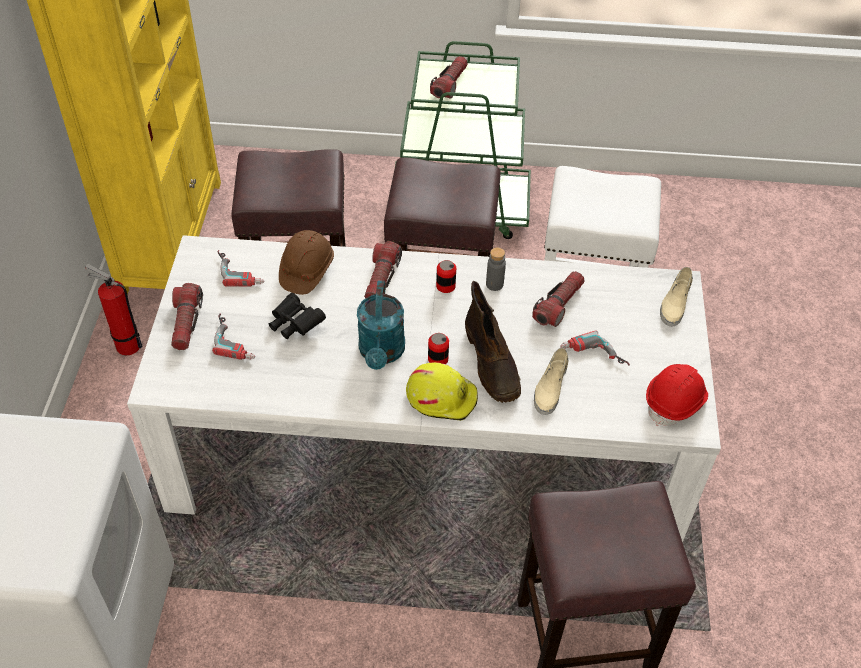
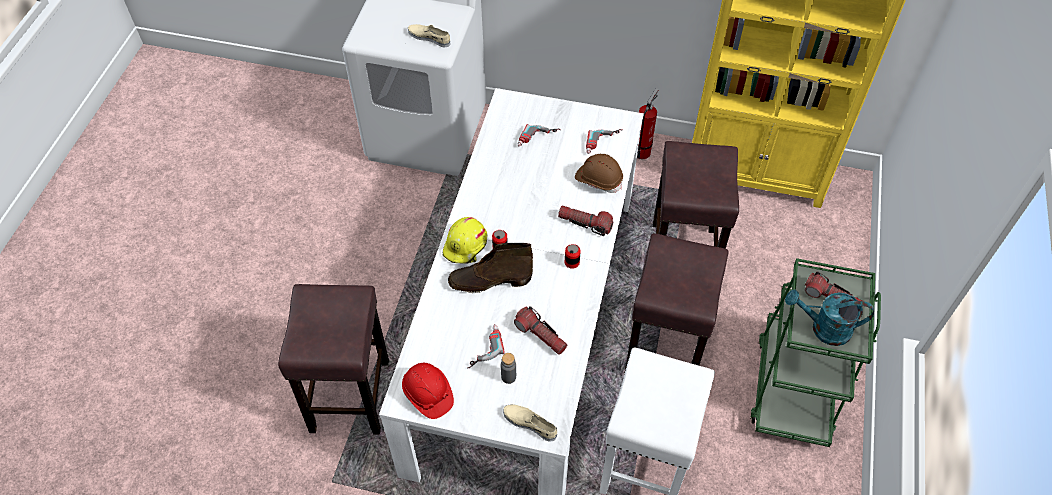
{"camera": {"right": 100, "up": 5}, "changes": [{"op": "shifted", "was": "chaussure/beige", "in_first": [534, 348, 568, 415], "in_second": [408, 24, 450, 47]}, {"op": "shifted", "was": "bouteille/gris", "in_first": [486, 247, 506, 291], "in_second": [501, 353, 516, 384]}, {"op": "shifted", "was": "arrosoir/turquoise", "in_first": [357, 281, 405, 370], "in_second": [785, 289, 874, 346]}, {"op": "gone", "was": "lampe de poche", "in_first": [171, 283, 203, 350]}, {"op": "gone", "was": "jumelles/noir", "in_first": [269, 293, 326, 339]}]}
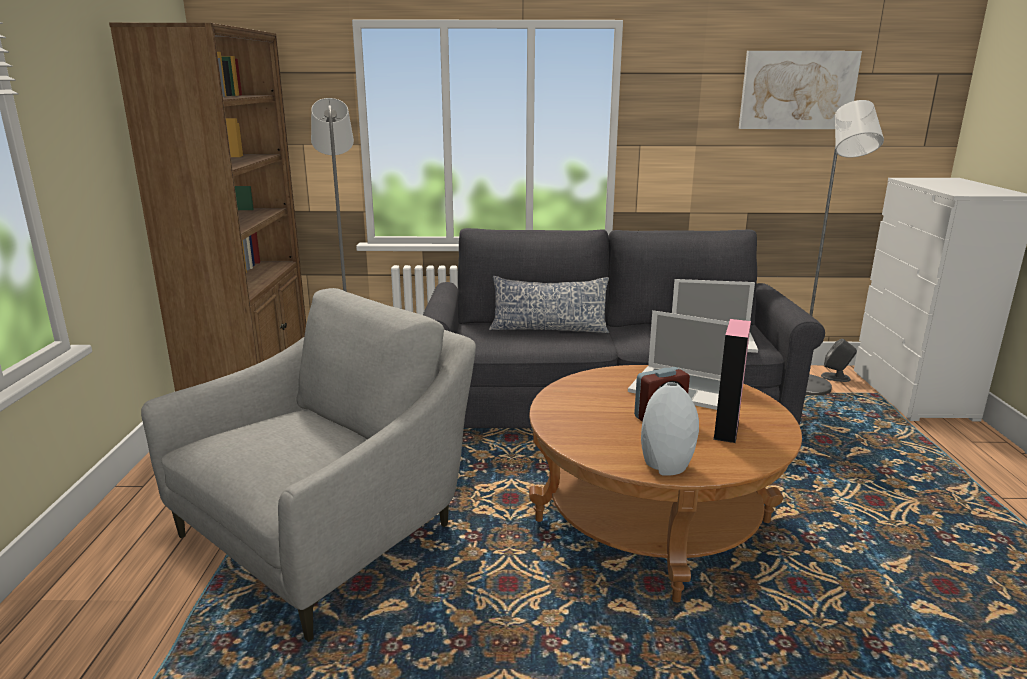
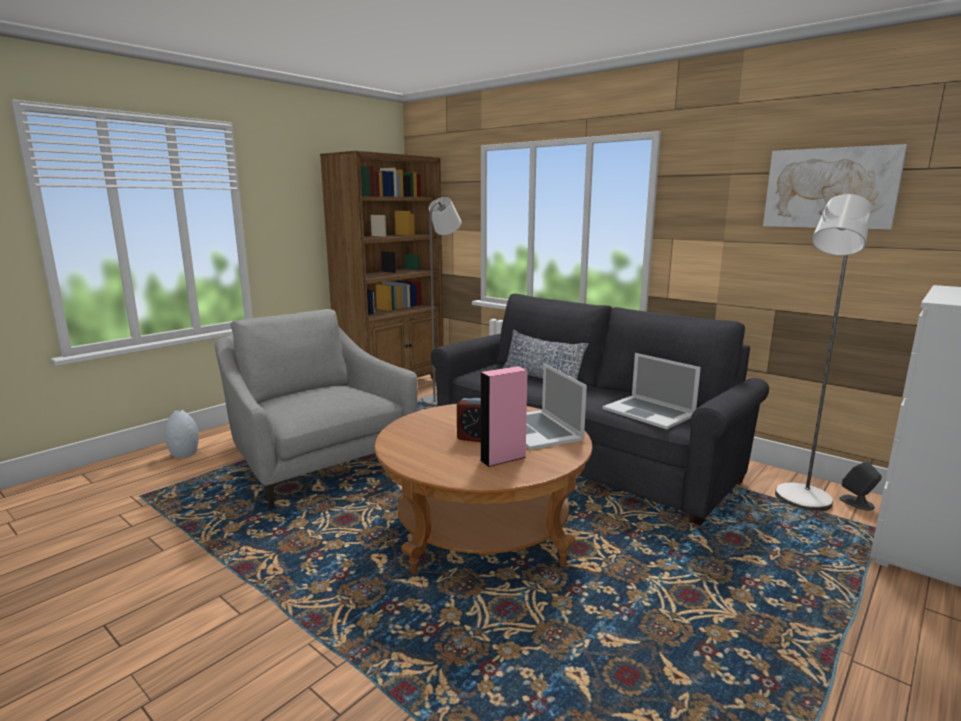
{"camera": {"right": 40, "up": -5}, "changes": [{"op": "shifted", "was": "vase/gris", "in_first": [641, 382, 699, 476], "in_second": [165, 410, 199, 458]}, {"op": "rotated", "was": "fauteuil/gris", "in_first": [141, 288, 476, 642], "in_second": [215, 309, 418, 509], "clockwise": -120}]}
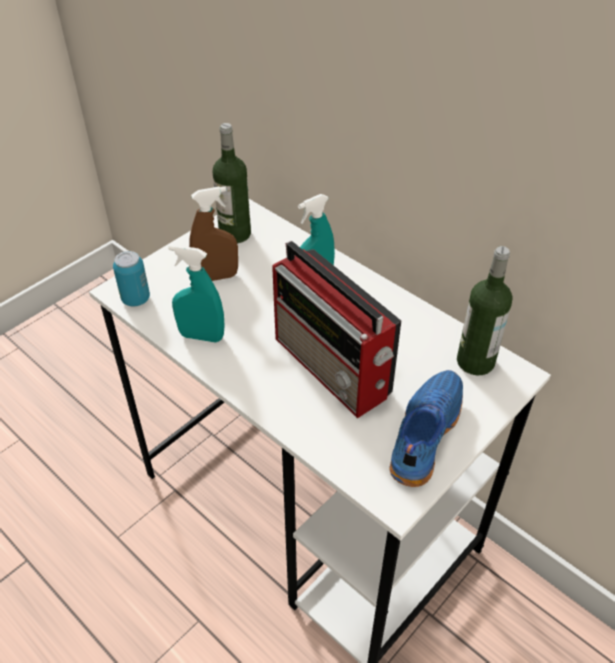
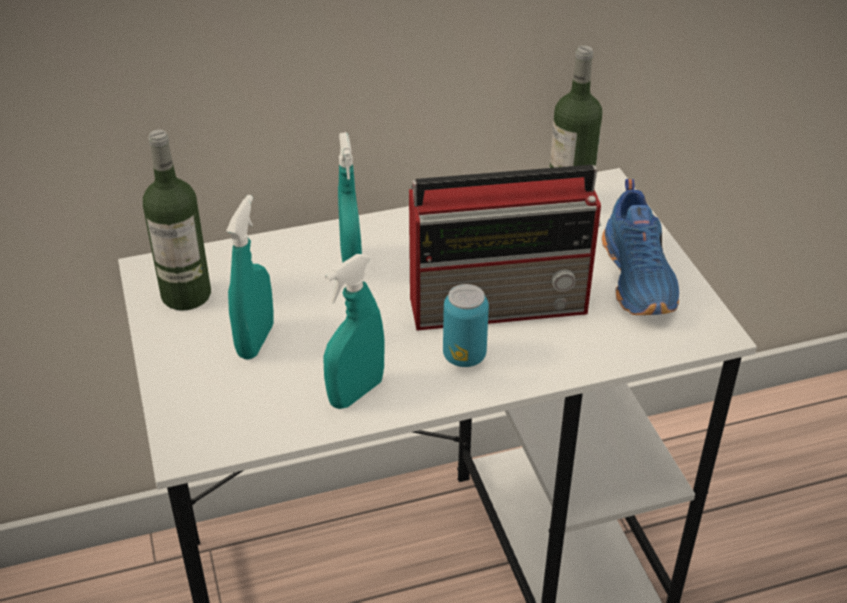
{"camera": {"right": -60, "up": -5}, "changes": [{"op": "repainted", "was": "vaporisateur/marron", "now": "vaporisateur/turquoise", "in_first": [189, 186, 238, 281], "in_second": [226, 195, 274, 360]}, {"op": "shifted", "was": "boîte métallique", "in_first": [113, 251, 150, 306], "in_second": [443, 284, 489, 367]}, {"op": "rotated", "was": "chaussure/bleu", "in_first": [389, 370, 463, 487], "in_second": [602, 179, 679, 315], "clockwise": -150}]}
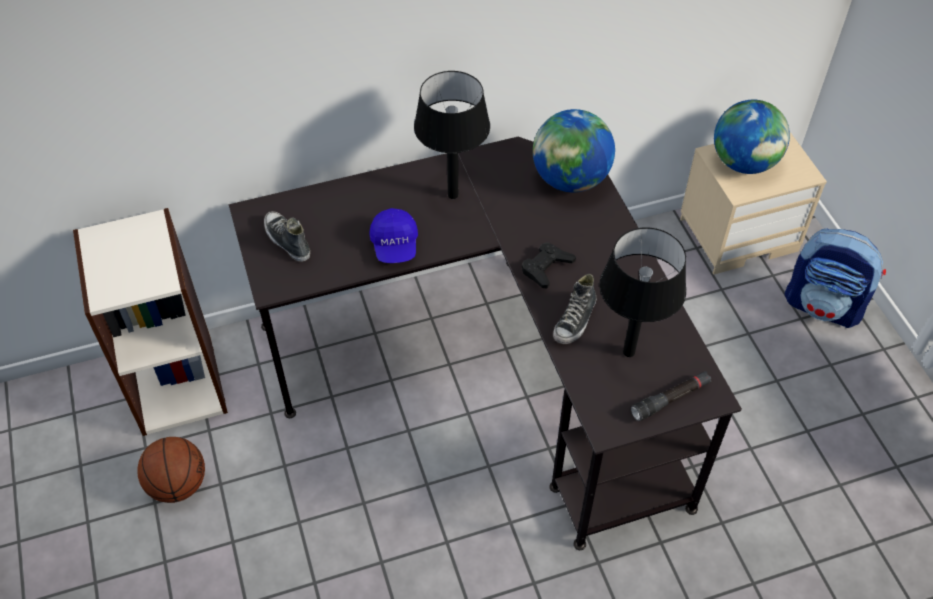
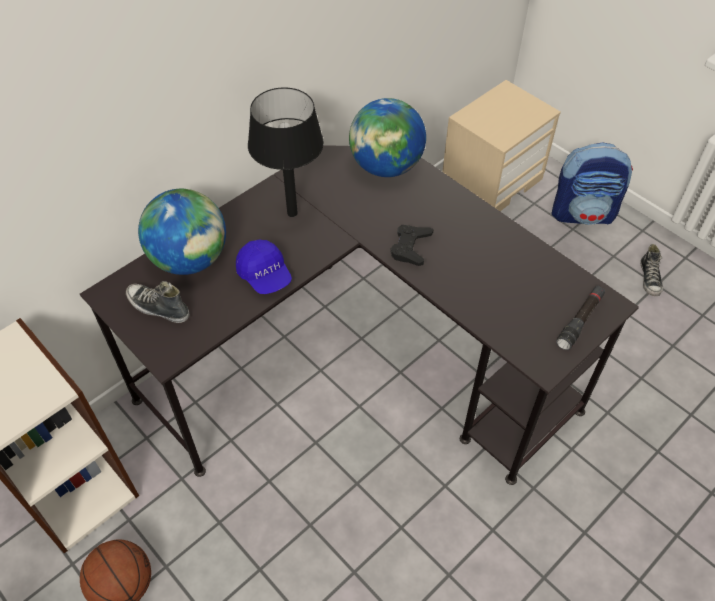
{"camera": {"right": -25, "up": 0}, "changes": [{"op": "shifted", "was": "globe", "in_first": [714, 100, 790, 174], "in_second": [138, 189, 226, 275]}, {"op": "shifted", "was": "chaussure", "in_first": [553, 274, 596, 344], "in_second": [640, 244, 663, 296]}, {"op": "gone", "was": "lampe de table/noir", "in_first": [599, 227, 686, 357]}]}
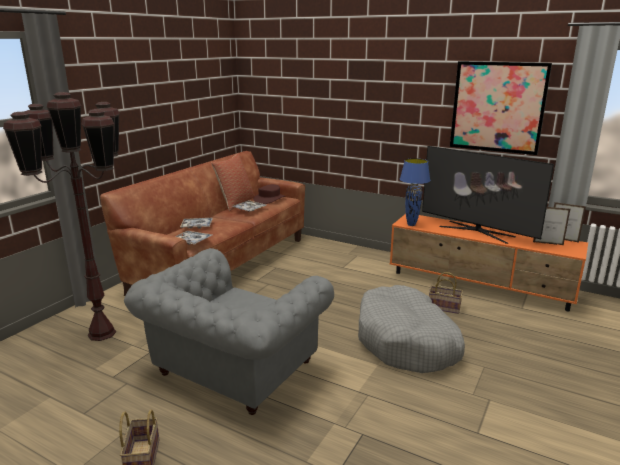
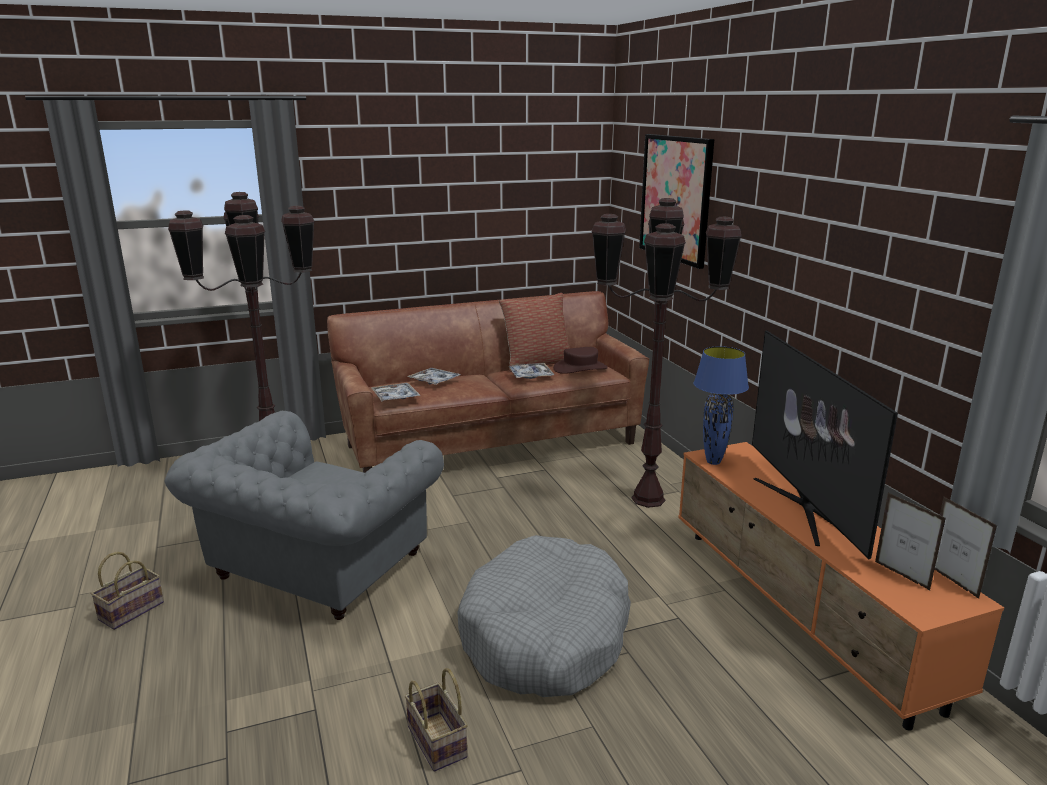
{"camera": {"right": 40, "up": 0}, "changes": [{"op": "rotated", "was": "fauteuil/gris", "in_first": [124, 248, 334, 415], "in_second": [164, 411, 444, 620], "clockwise": -45}, {"op": "shifted", "was": "panier", "in_first": [429, 272, 463, 314], "in_second": [405, 668, 468, 771]}, {"op": "new", "now": "lampadaire/marron", "in_second": [592, 198, 741, 508]}, {"op": "shifted", "was": "tableau", "in_first": [450, 61, 552, 155], "in_second": [639, 134, 714, 269]}]}
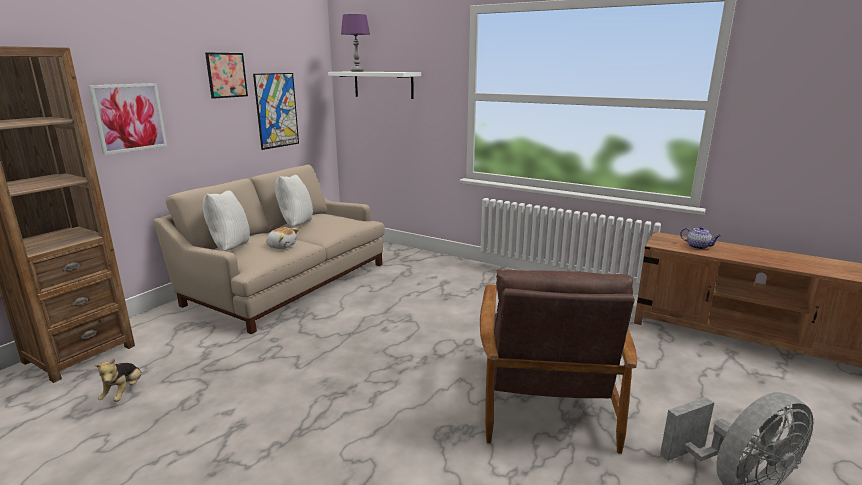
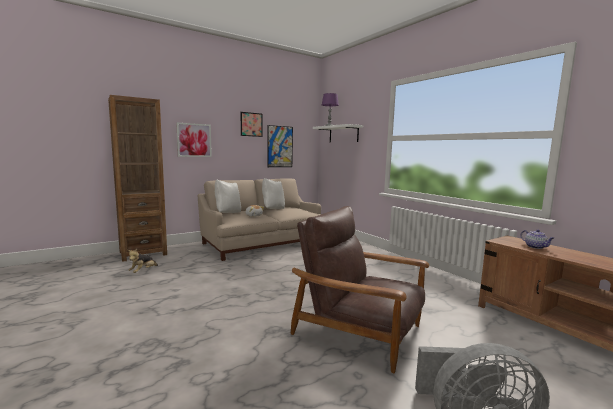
{"camera": {"right": 25, "up": -10}, "changes": [{"op": "rotated", "was": "fauteuil/marron", "in_first": [480, 270, 637, 454], "in_second": [291, 206, 429, 373], "clockwise": 90}]}
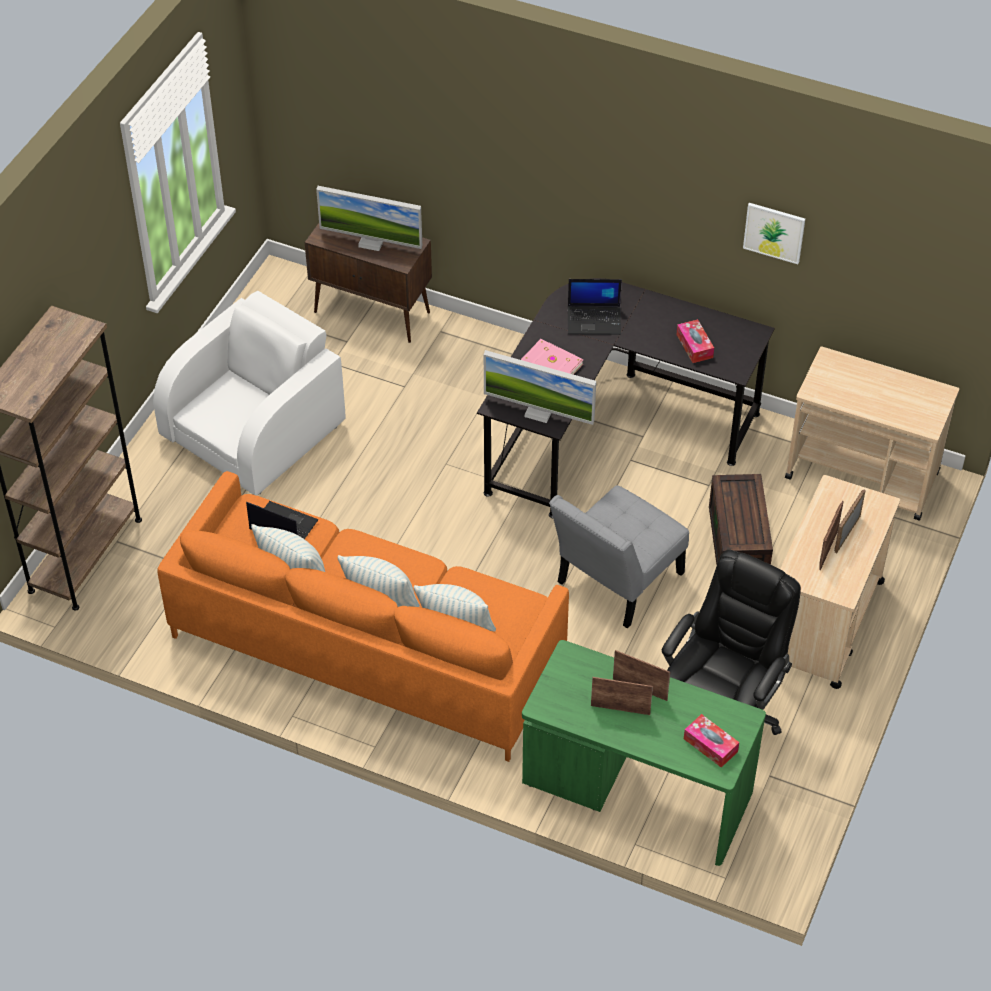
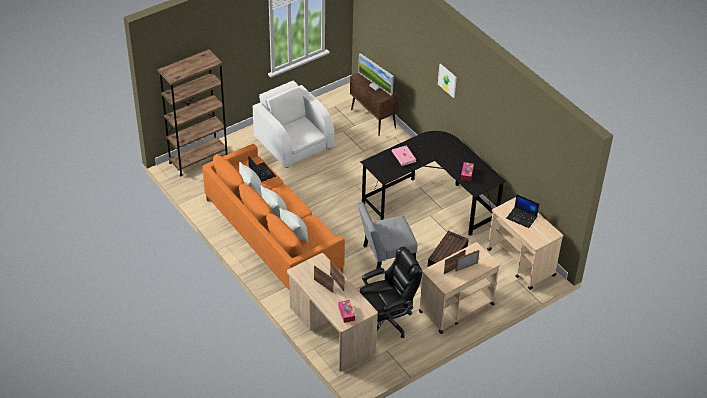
{"camera": {"right": 30, "up": -5}, "changes": [{"op": "rotated", "was": "fauteuil/blanc", "in_first": [153, 291, 346, 496], "in_second": [253, 81, 334, 168], "clockwise": -105}, {"op": "repainted", "was": "bureau/vert", "now": "bureau/beige", "in_first": [522, 640, 766, 866], "in_second": [287, 253, 378, 372]}, {"op": "shifted", "was": "tableau", "in_first": [743, 203, 805, 264], "in_second": [438, 64, 457, 98]}, {"op": "shifted", "was": "ordinateur portable", "in_first": [568, 279, 622, 335], "in_second": [506, 194, 539, 228]}, {"op": "gone", "was": "écran d'ordinateur", "in_first": [484, 350, 596, 425]}]}
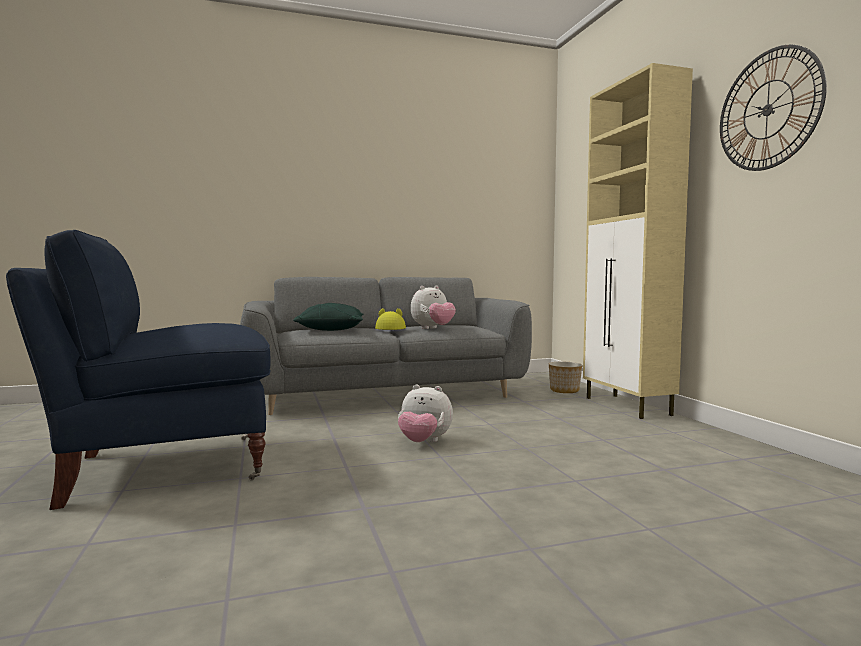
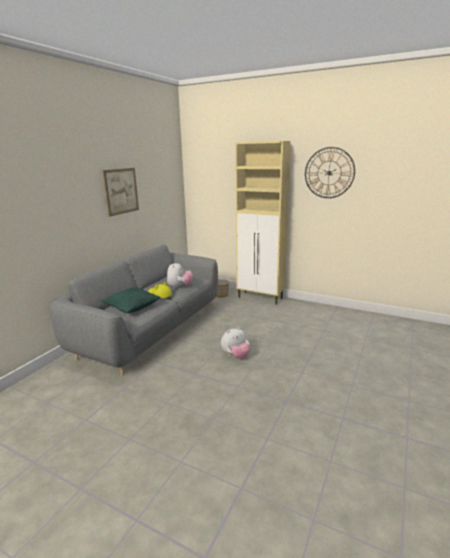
{"camera": {"right": -45, "up": 15}, "changes": [{"op": "new", "now": "tableau", "in_second": [102, 168, 139, 217]}, {"op": "gone", "was": "fauteuil/bleu", "in_first": [6, 230, 271, 510]}]}
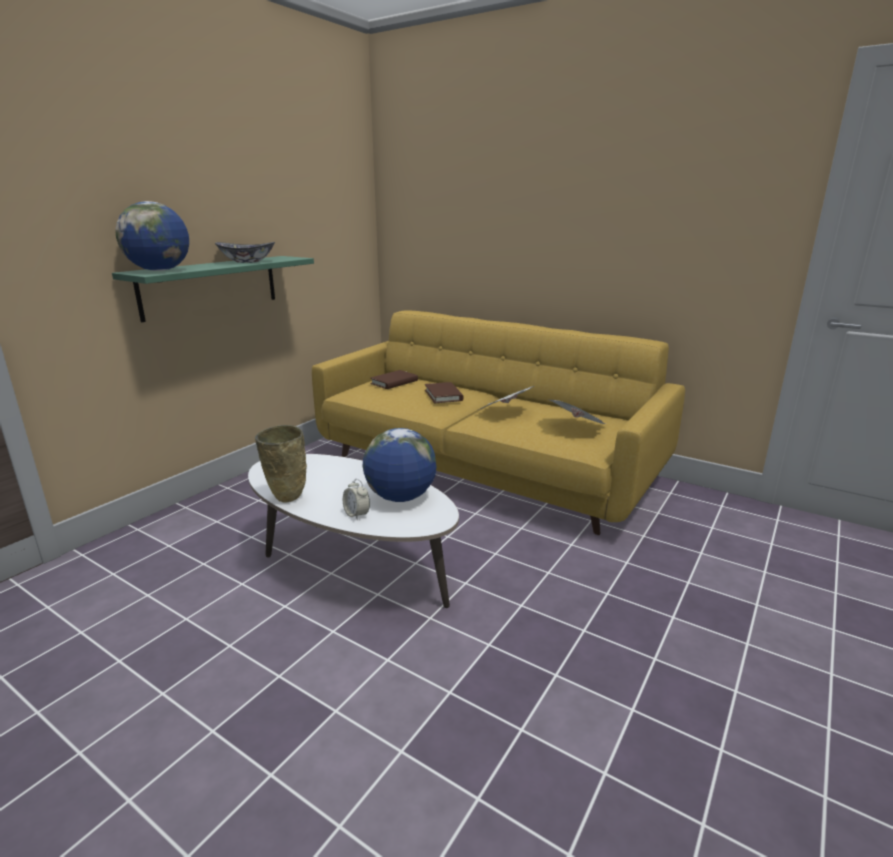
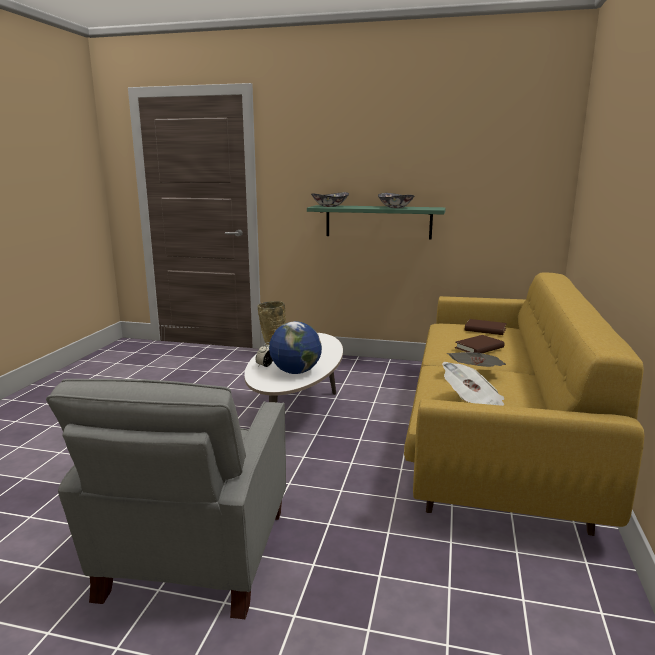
{"camera": {"right": 70, "up": -5}, "changes": [{"op": "new", "now": "fauteuil/gris", "in_second": [46, 379, 286, 619]}, {"op": "swapped", "was": "globe", "now": "bol", "in_first": [115, 201, 189, 271], "in_second": [311, 192, 349, 207]}]}
